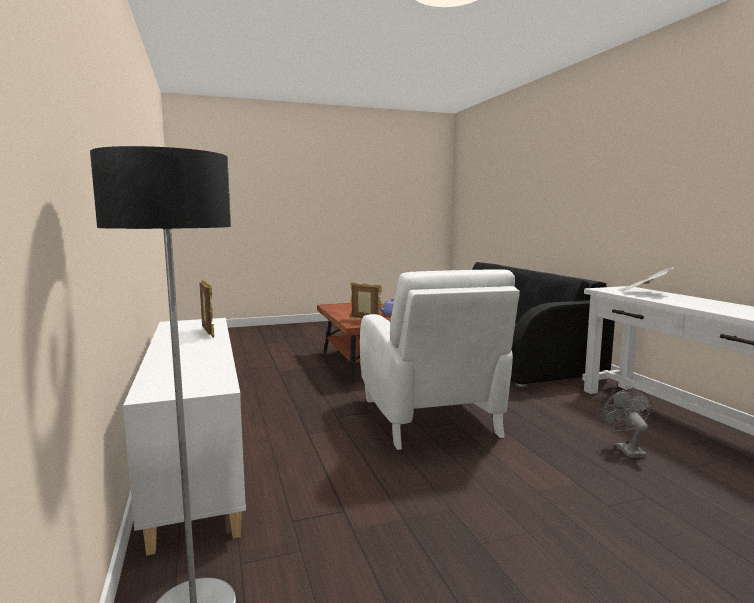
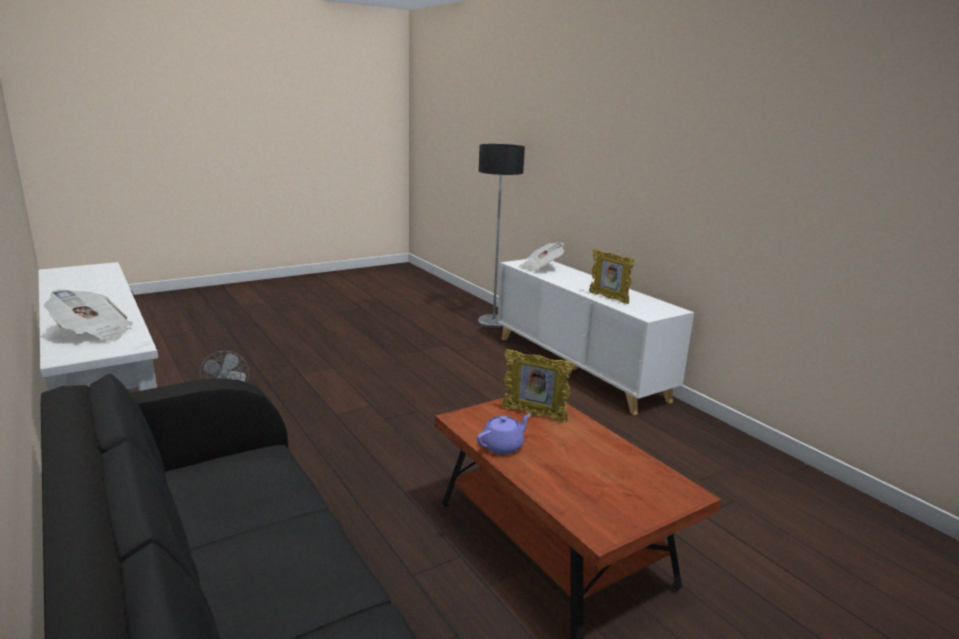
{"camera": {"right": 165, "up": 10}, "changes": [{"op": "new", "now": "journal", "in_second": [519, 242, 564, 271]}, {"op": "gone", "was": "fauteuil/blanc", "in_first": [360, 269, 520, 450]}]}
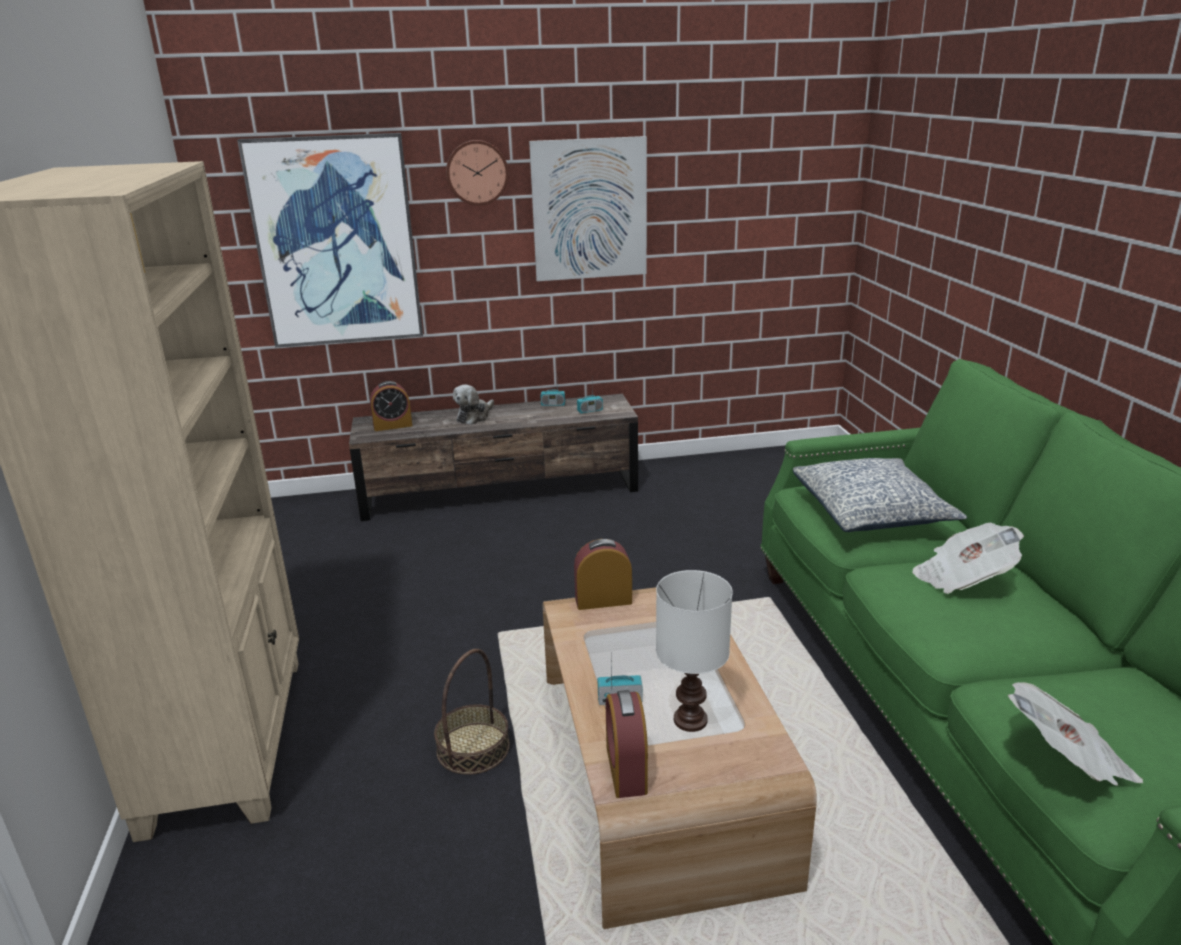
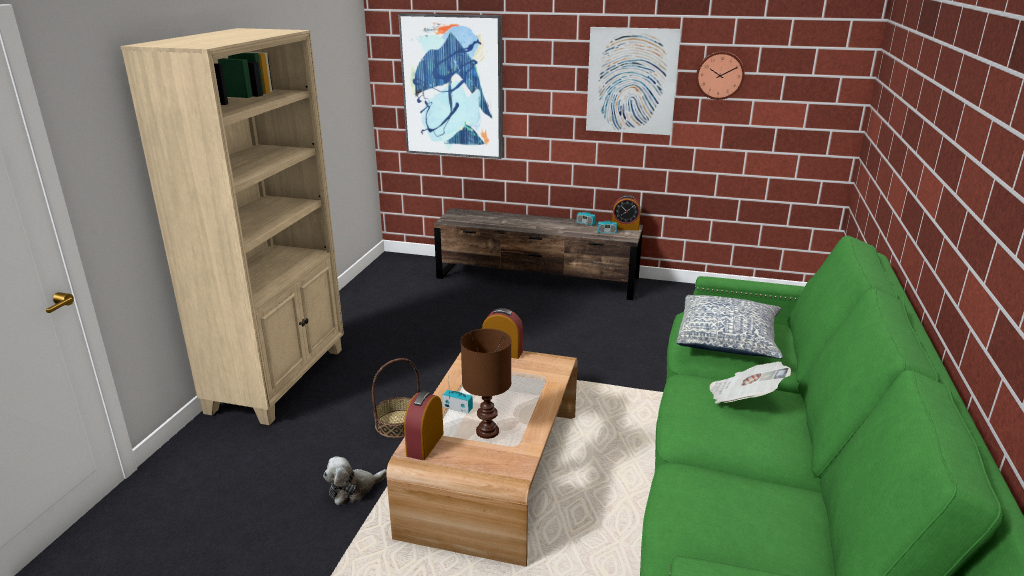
{"camera": {"right": 25, "up": 0}, "changes": [{"op": "shifted", "was": "peluche", "in_first": [453, 385, 494, 425], "in_second": [323, 456, 387, 505]}, {"op": "repainted", "was": "lampe de table/blanc", "now": "lampe de table/marron", "in_first": [656, 570, 733, 732], "in_second": [461, 328, 511, 439]}, {"op": "shifted", "was": "réveil", "in_first": [370, 381, 412, 431], "in_second": [612, 195, 641, 231]}, {"op": "shifted", "was": "horloge murale", "in_first": [446, 140, 509, 206], "in_second": [696, 51, 745, 100]}, {"op": "gone", "was": "journal", "in_first": [1008, 682, 1143, 786]}]}
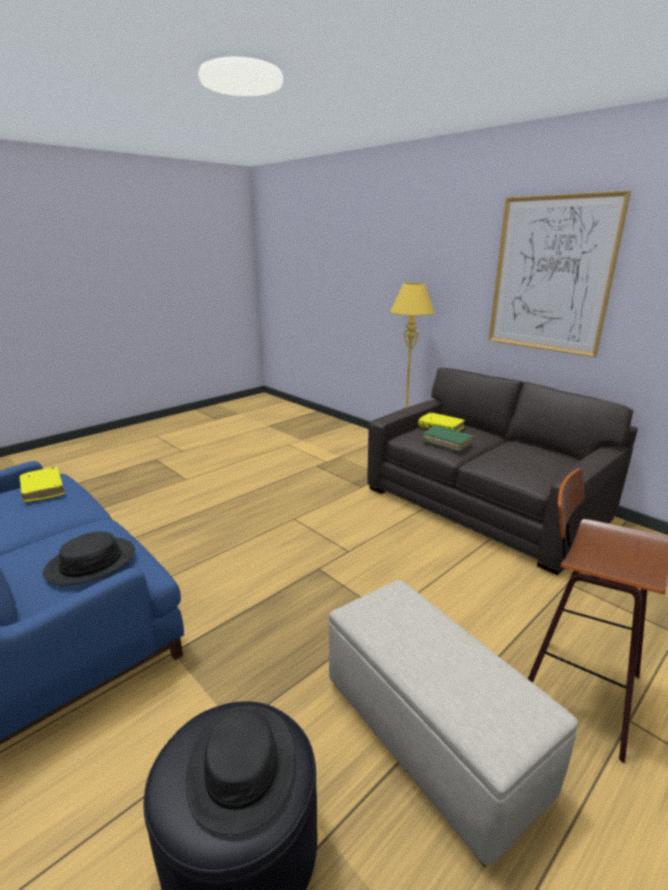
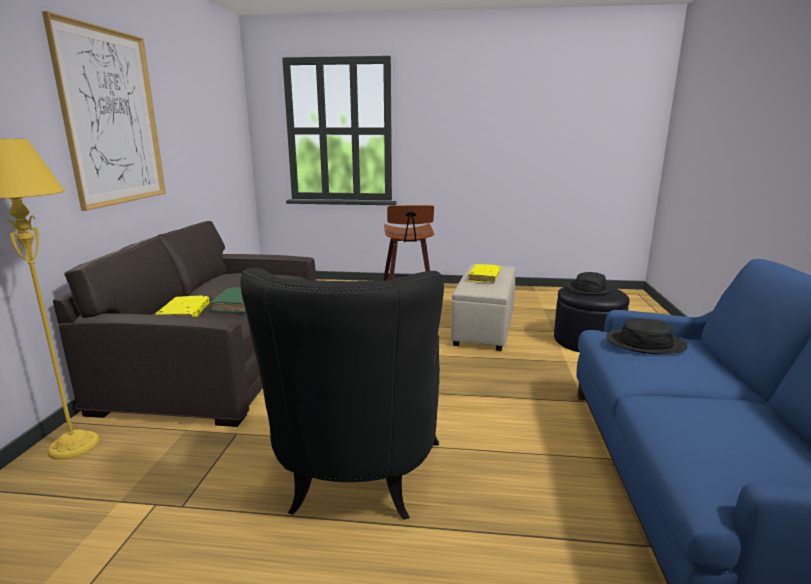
{"camera": {"right": -130, "up": -5}, "changes": [{"op": "new", "now": "fauteuil/noir", "in_second": [241, 268, 444, 520]}, {"op": "shifted", "was": "livre/jaune", "in_first": [19, 467, 65, 502], "in_second": [469, 264, 500, 283]}]}
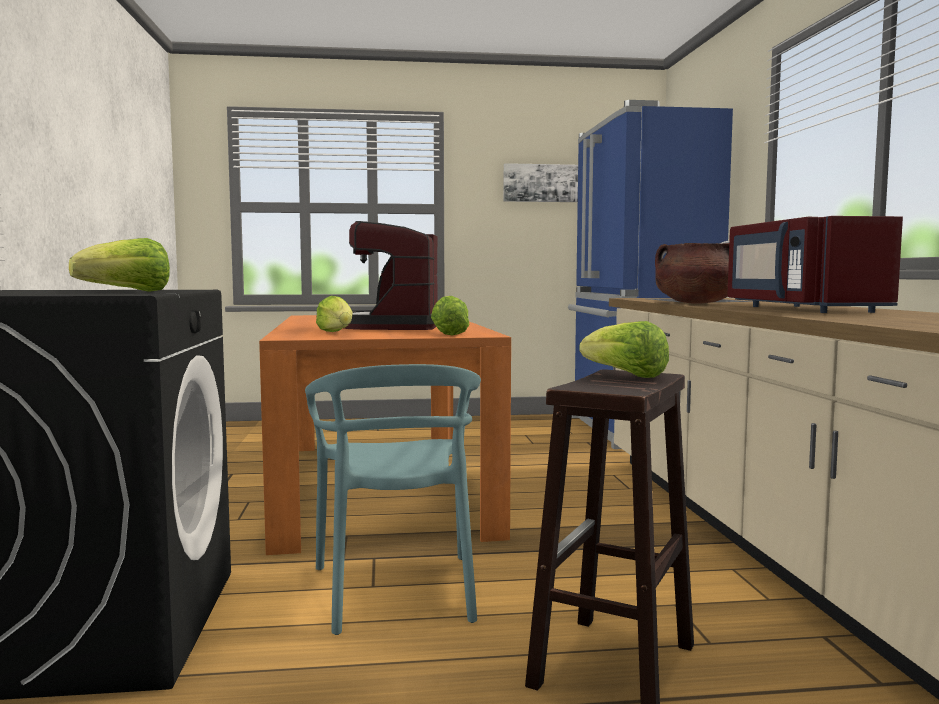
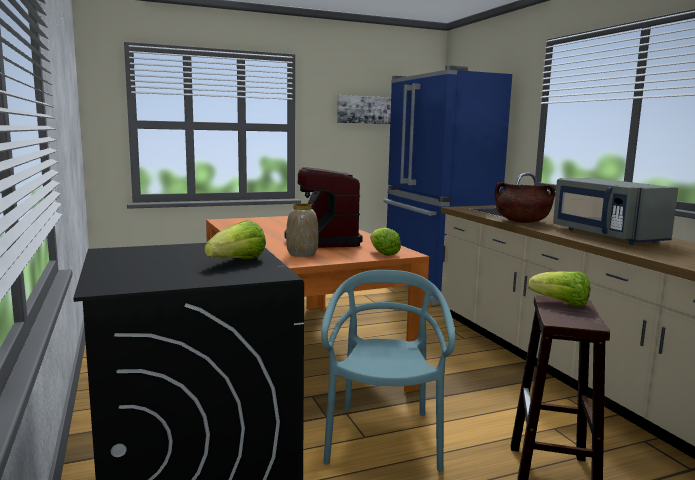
{"camera": {"right": -15, "up": 5}, "changes": [{"op": "swapped", "was": "laitue", "now": "vase", "in_first": [316, 296, 352, 332], "in_second": [286, 203, 319, 257]}, {"op": "rotated", "was": "chaise/turquoise", "in_first": [305, 364, 481, 635], "in_second": [321, 270, 455, 472], "clockwise": -150}, {"op": "repainted", "was": "micro-ondes/rouge", "now": "micro-ondes/gris", "in_first": [727, 216, 903, 313], "in_second": [553, 178, 678, 245]}]}
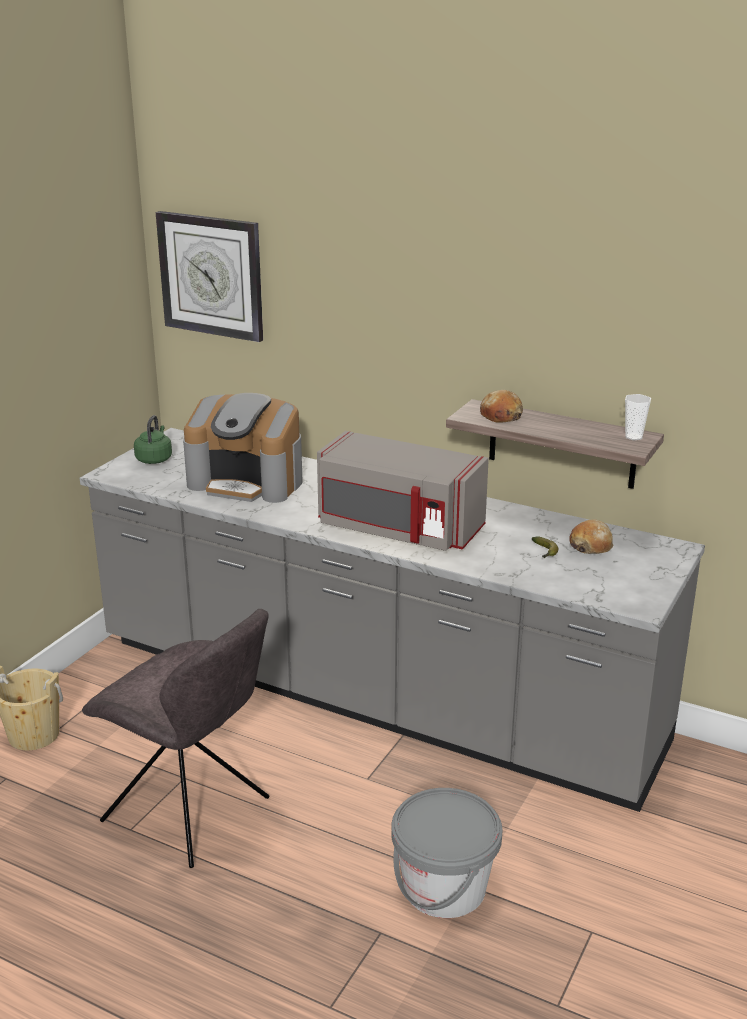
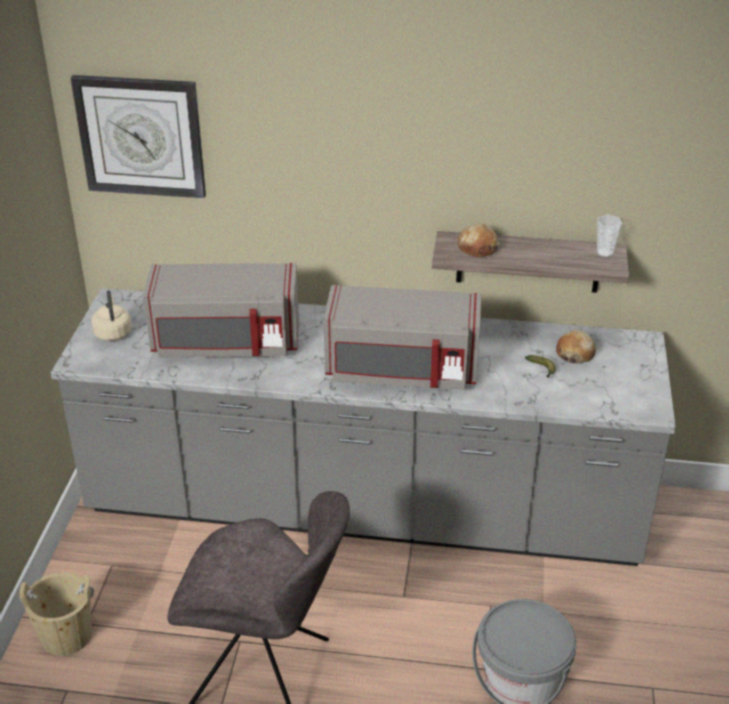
{"camera": {"right": -20, "up": 10}, "changes": [{"op": "repainted", "was": "bouilloire/vert", "now": "bouilloire/beige", "in_first": [134, 415, 172, 464], "in_second": [91, 290, 132, 341]}, {"op": "swapped", "was": "machine à café", "now": "micro-ondes/gris", "in_first": [183, 393, 303, 503], "in_second": [143, 263, 299, 358]}]}
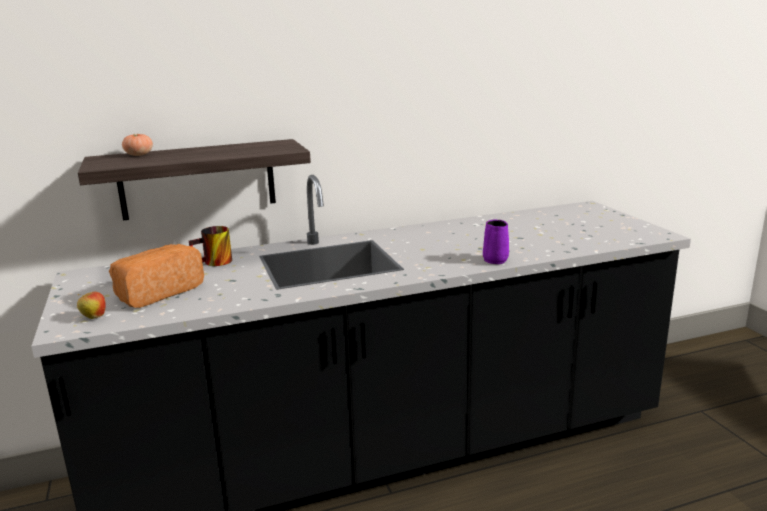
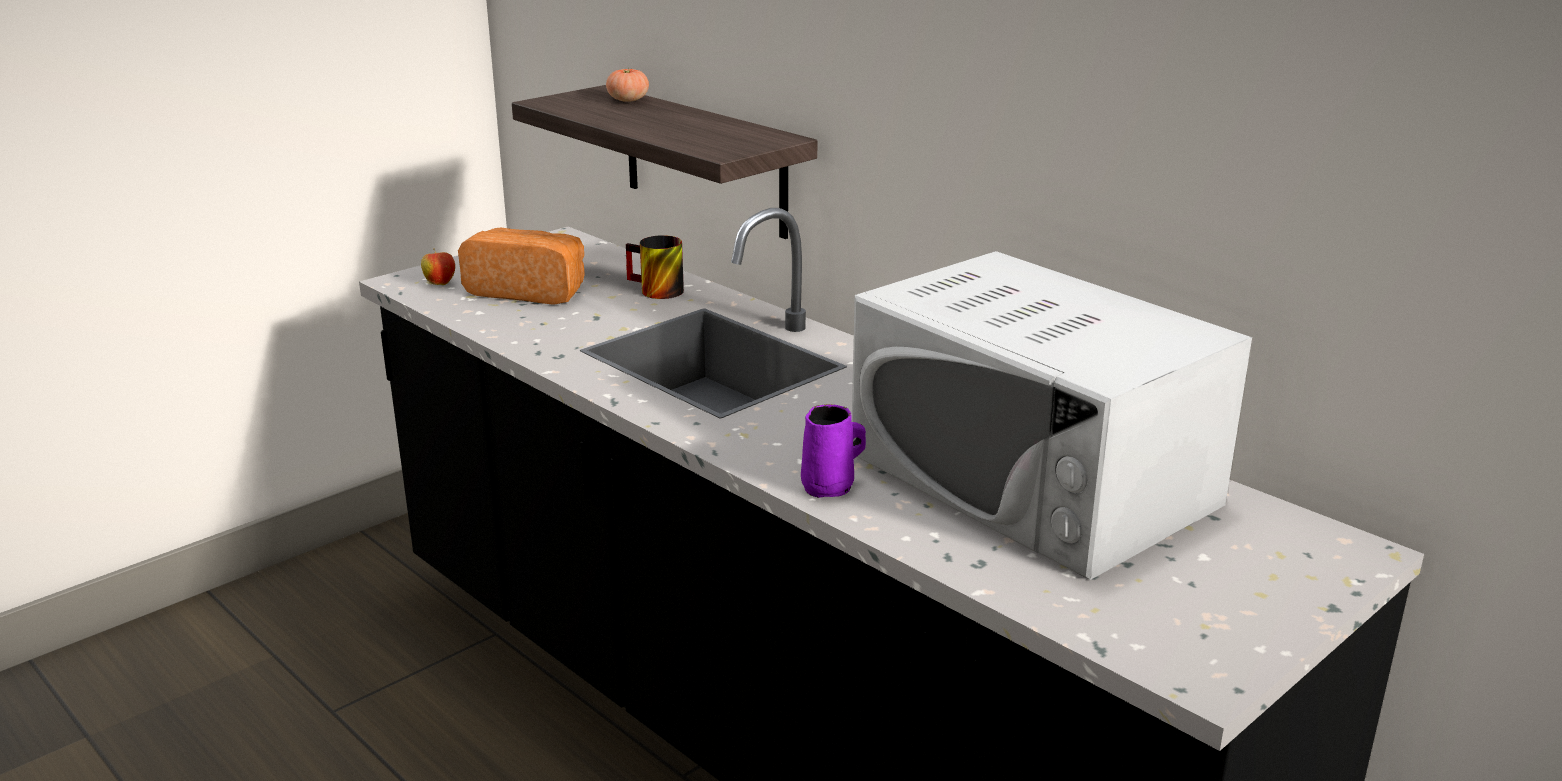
{"camera": {"right": 65, "up": 5}, "changes": [{"op": "new", "now": "micro-ondes/blanc", "in_second": [852, 251, 1252, 580]}]}
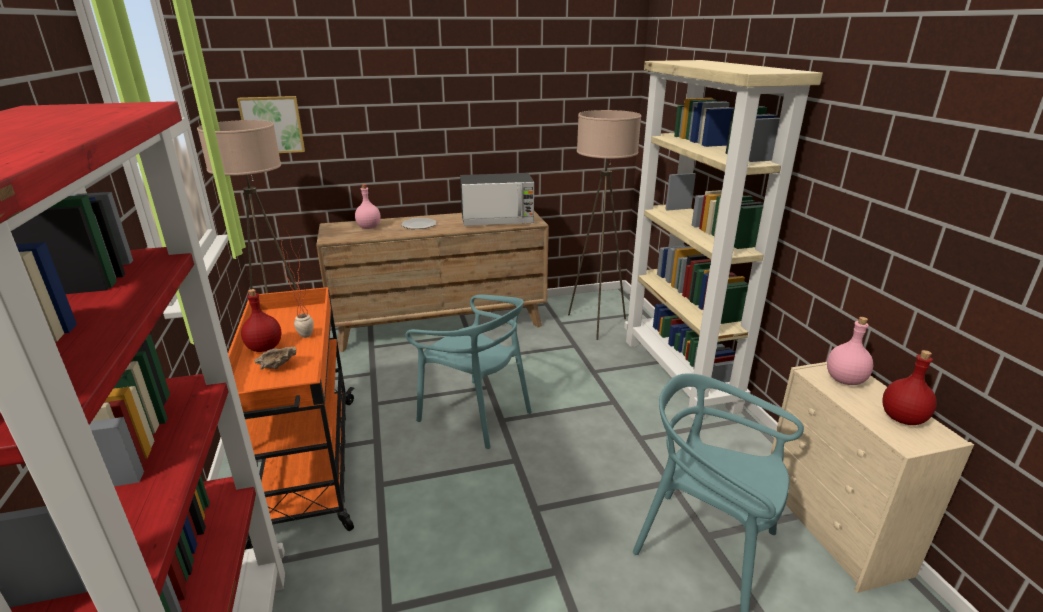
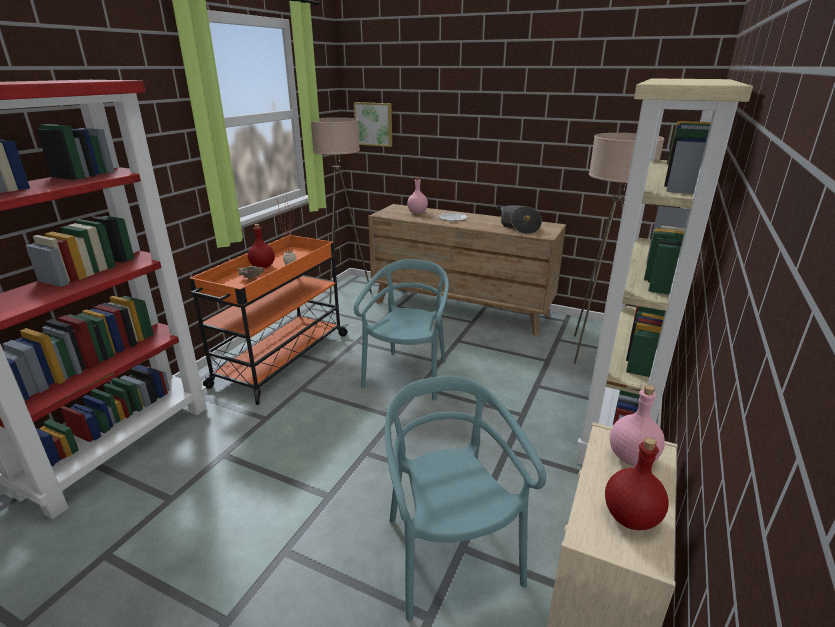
{"camera": {"right": 40, "up": 0}, "changes": [{"op": "rotated", "was": "chaise/turquoise", "in_first": [405, 295, 532, 449], "in_second": [354, 259, 449, 401], "clockwise": -150}, {"op": "swapped", "was": "micro-ondes", "now": "marmite", "in_first": [460, 173, 534, 226], "in_second": [496, 205, 542, 234]}]}
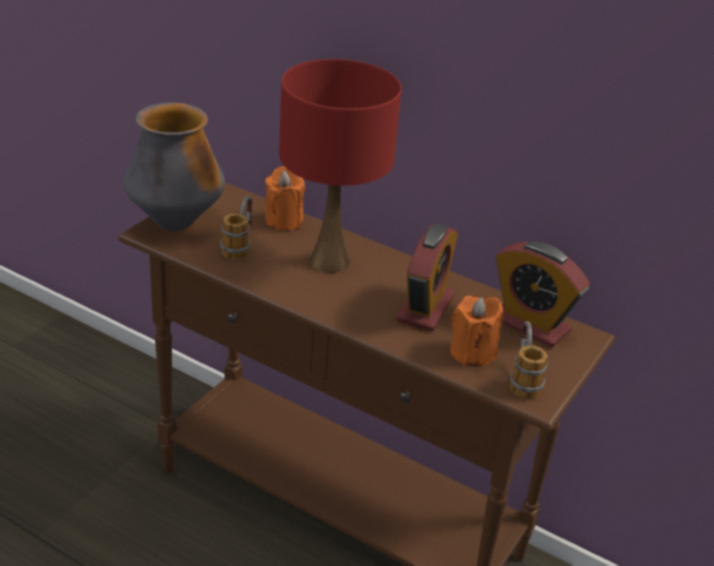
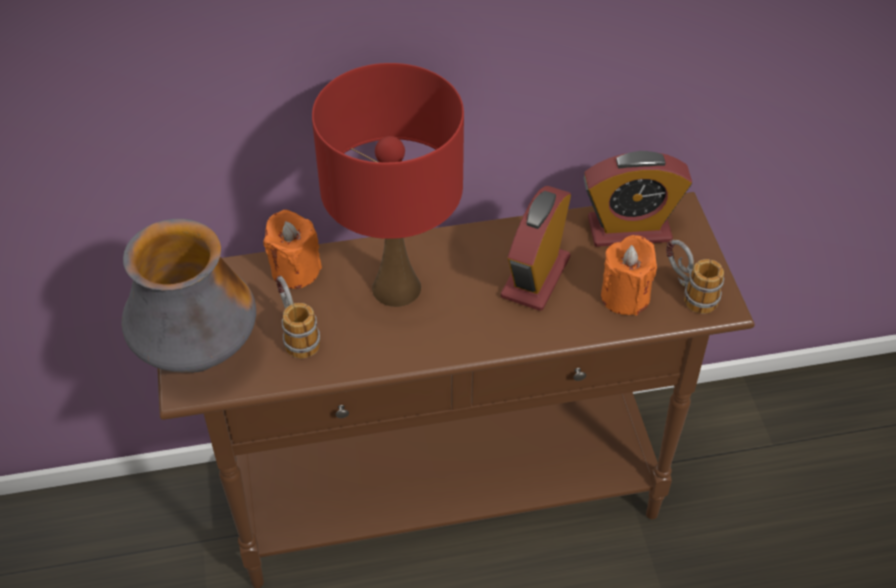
{"camera": {"right": -40, "up": 15}, "changes": [{"op": "rotated", "was": "réveil", "in_first": [396, 223, 458, 331], "in_second": [501, 186, 571, 311], "clockwise": -135}]}
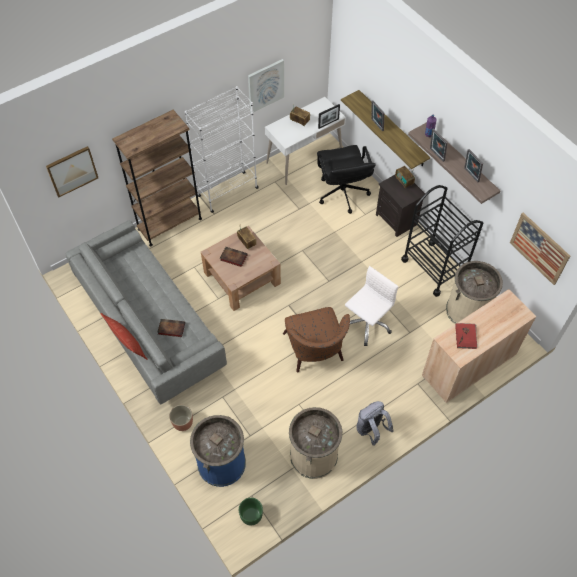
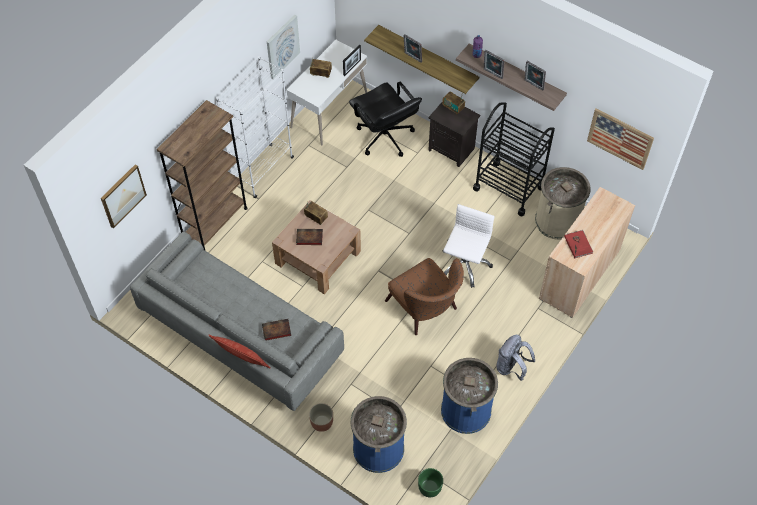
{"camera": {"right": -20, "up": 0}, "changes": [{"op": "repainted", "was": "poubelle/beige", "now": "poubelle/bleu", "in_first": [289, 407, 342, 479], "in_second": [441, 358, 498, 434]}]}
